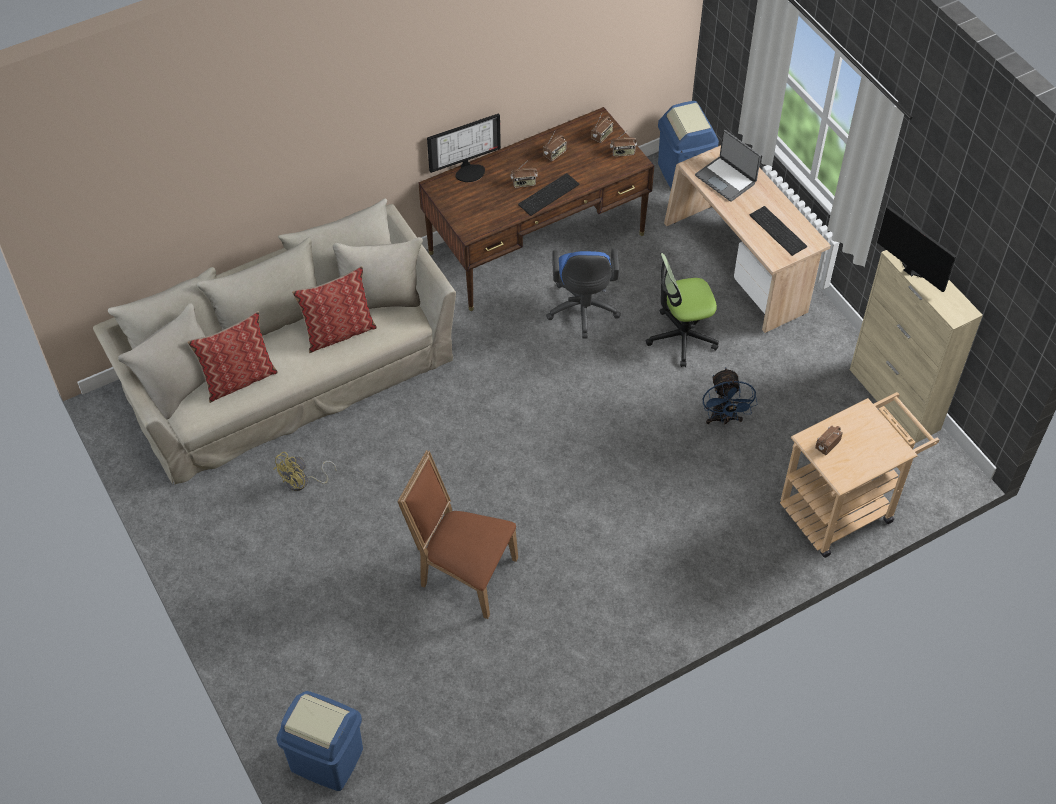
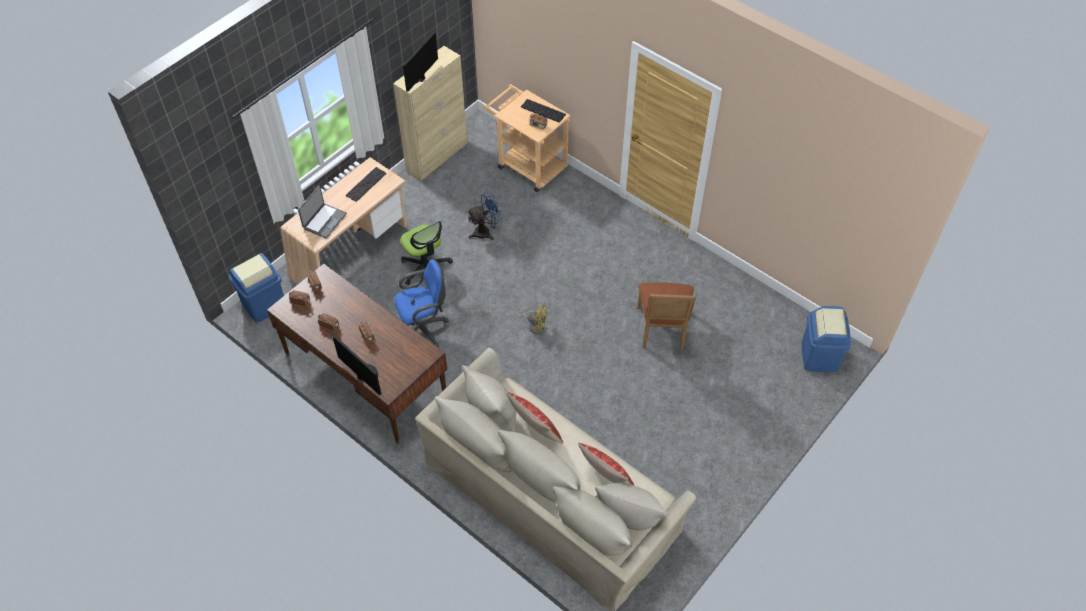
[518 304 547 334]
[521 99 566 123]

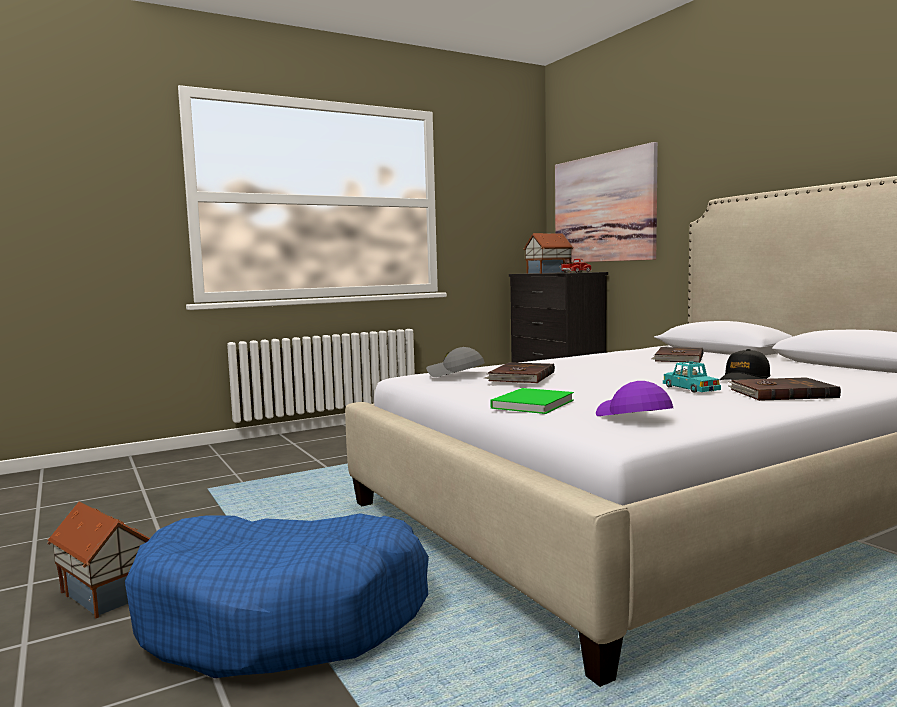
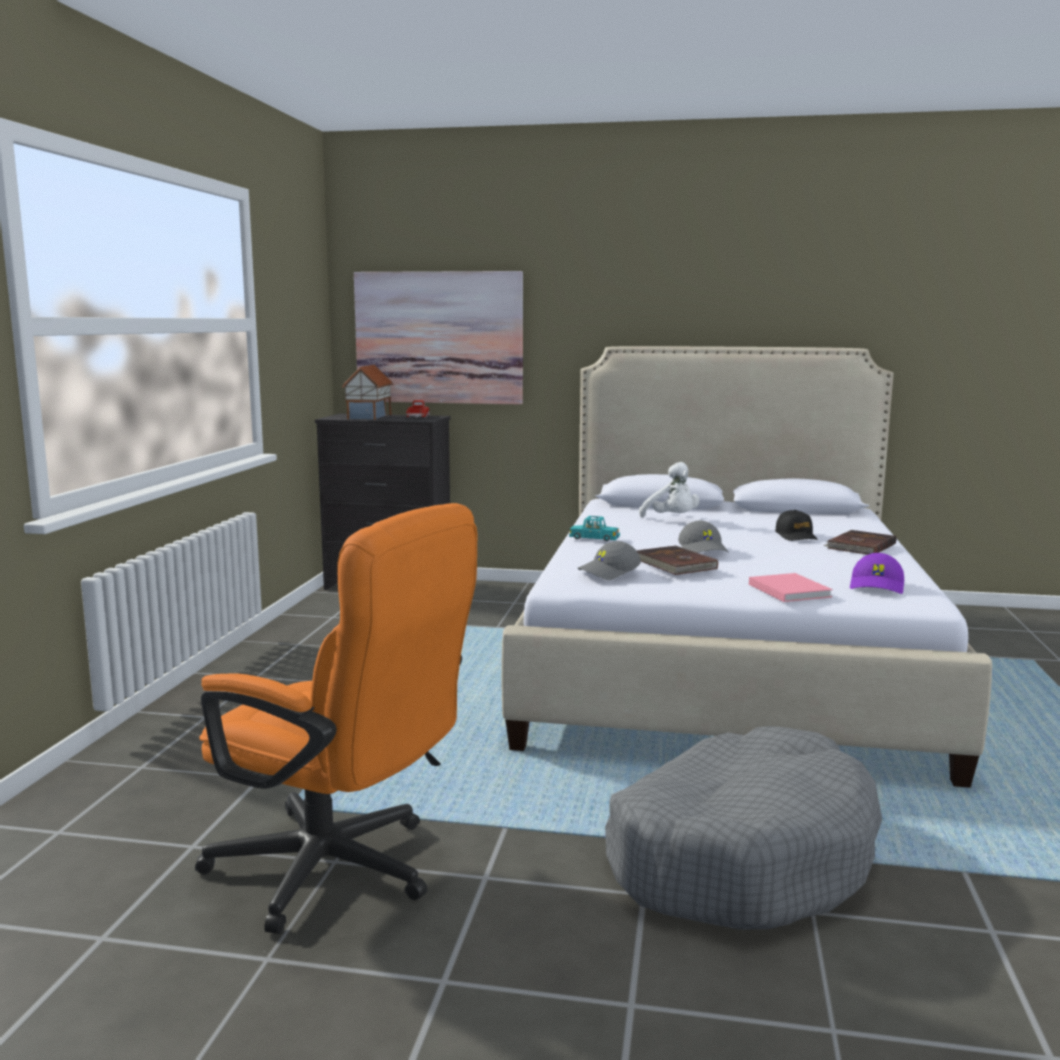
[195 503 477 934]
[569 516 620 541]
[605 726 882 930]
[639 462 700 517]
[678 521 729 553]
[749 573 833 602]
[850 553 904 594]
[47 501 150 618] (first image)

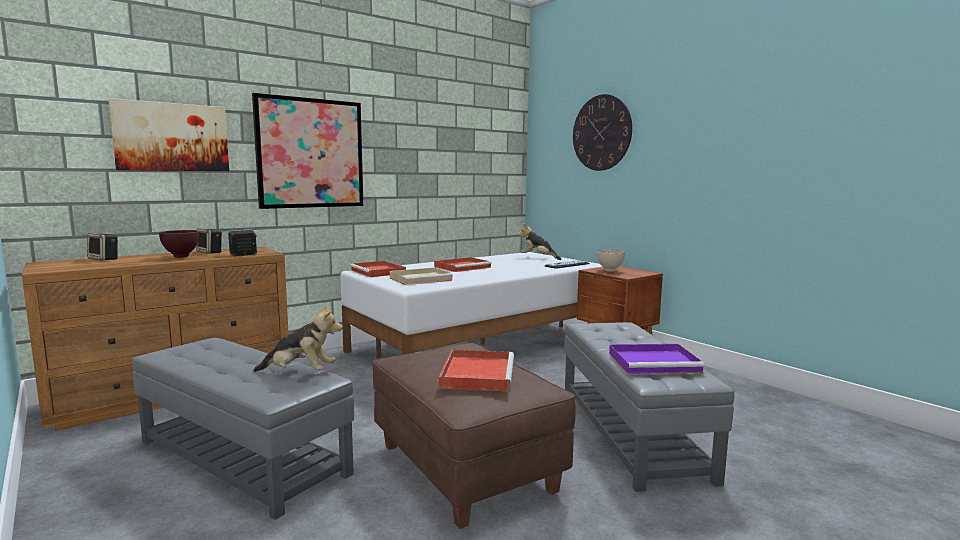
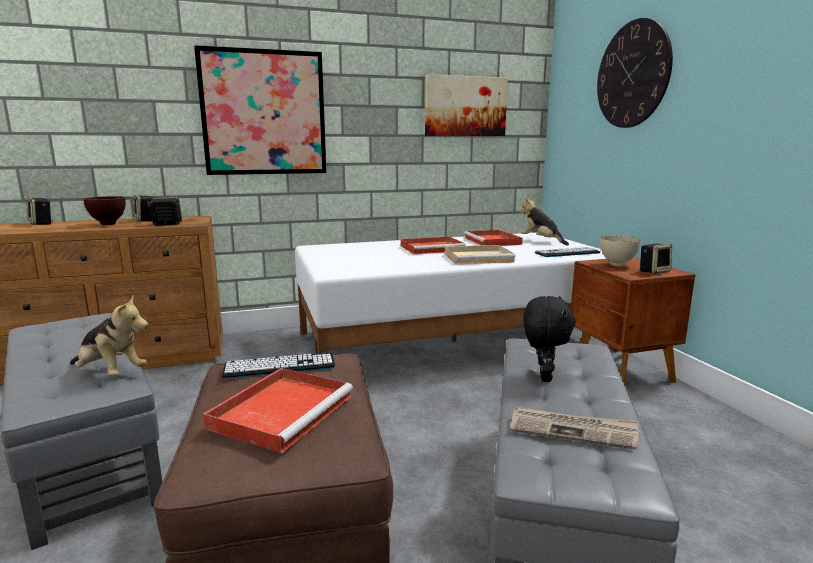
[221 352 335 379]
[425 74 508 136]
[445 245 515 264]
[464 230 523 246]
[510 407 639 450]
[523 296 576 382]
[640 244 672 274]

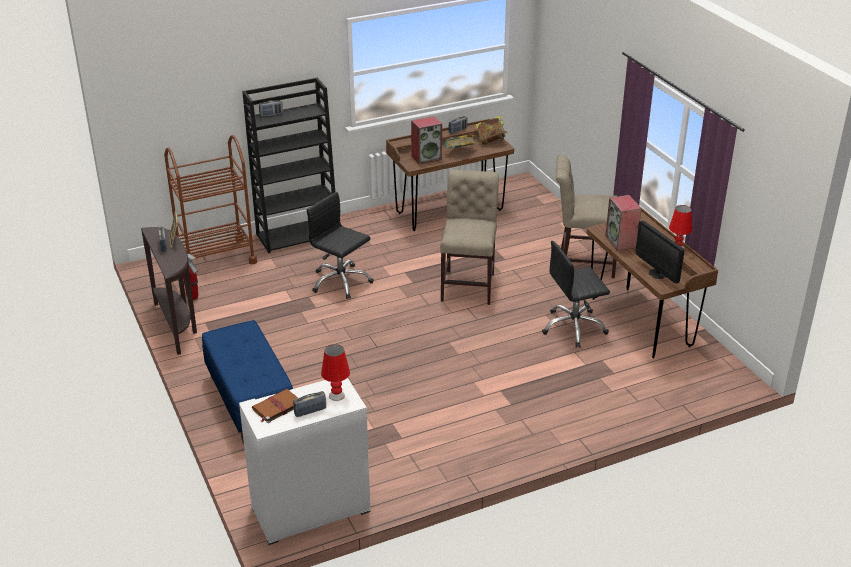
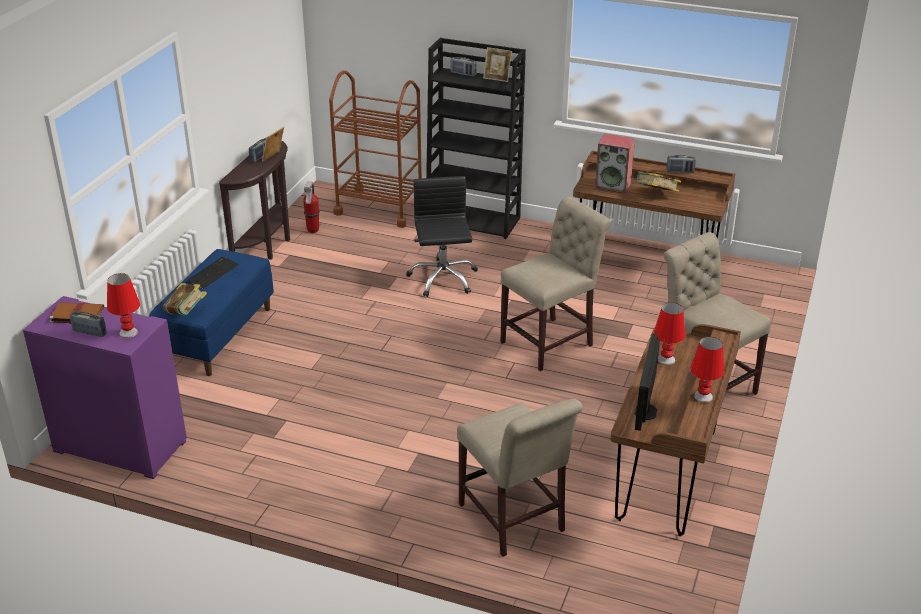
[23 296 187 479]
[163 283 207 315]
[186 257 239 289]
[457 399 583 557]
[483 47 512 82]
[654 302 685 365]
[542 241 610 347] (first image)

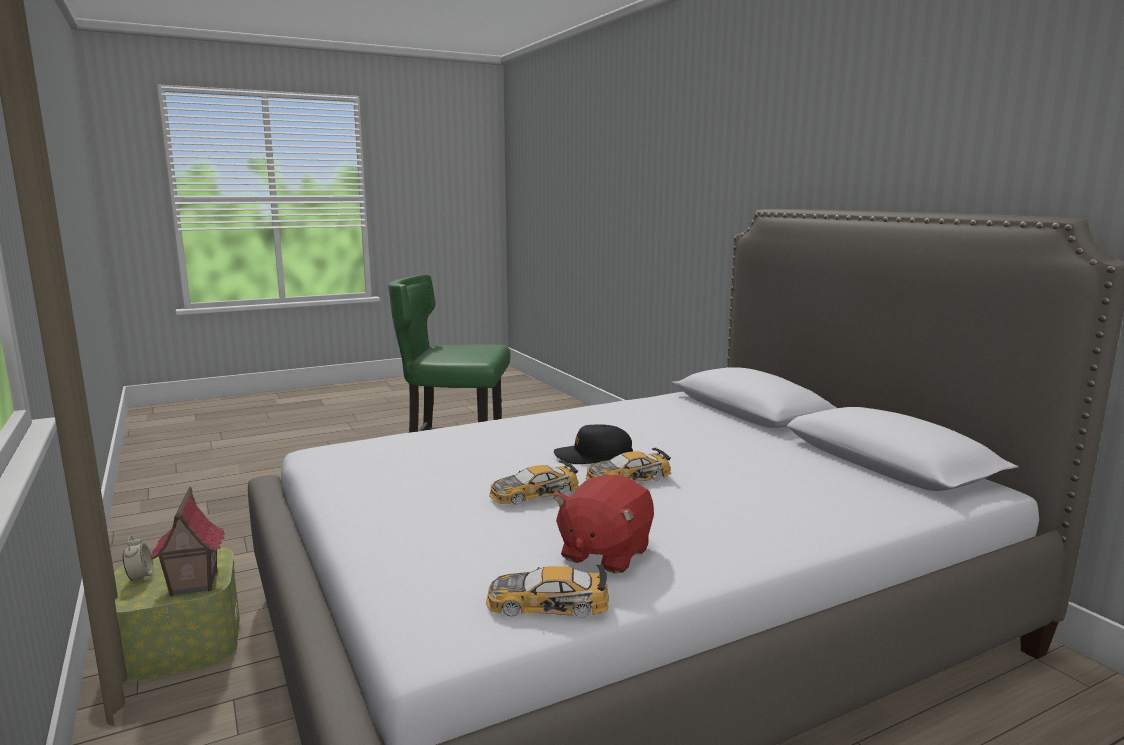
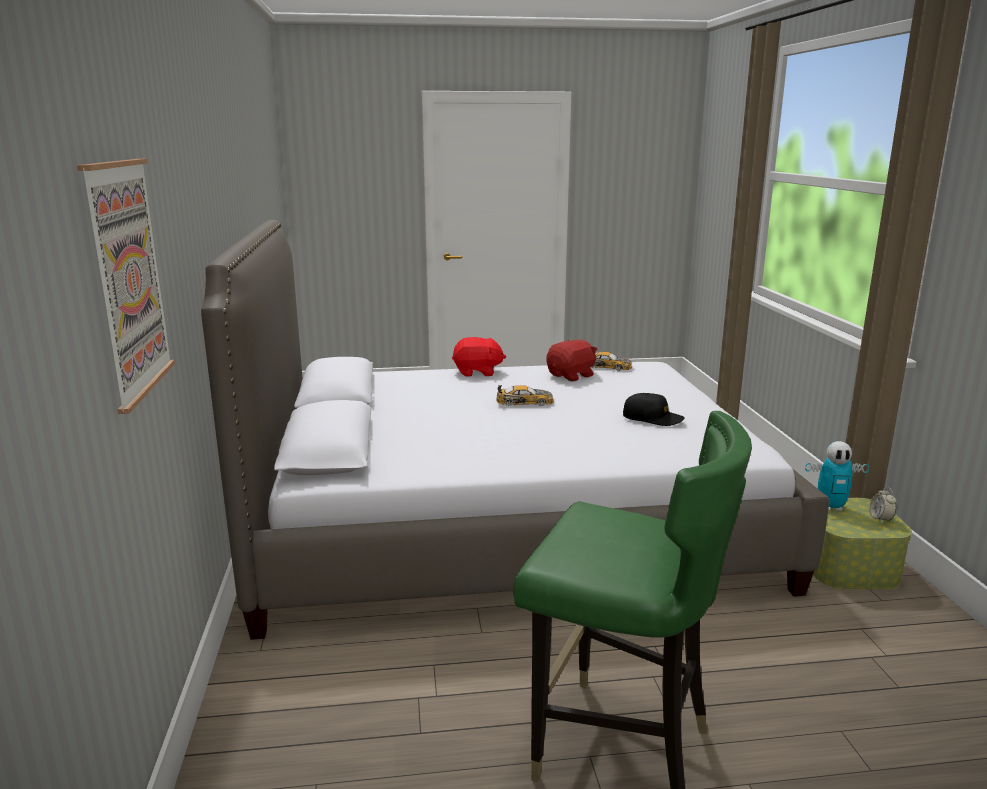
[77 159 175 414]
[452 337 506 377]
[623 393 685 426]
[805 441 869 511]
[489 460 579 505] (first image)

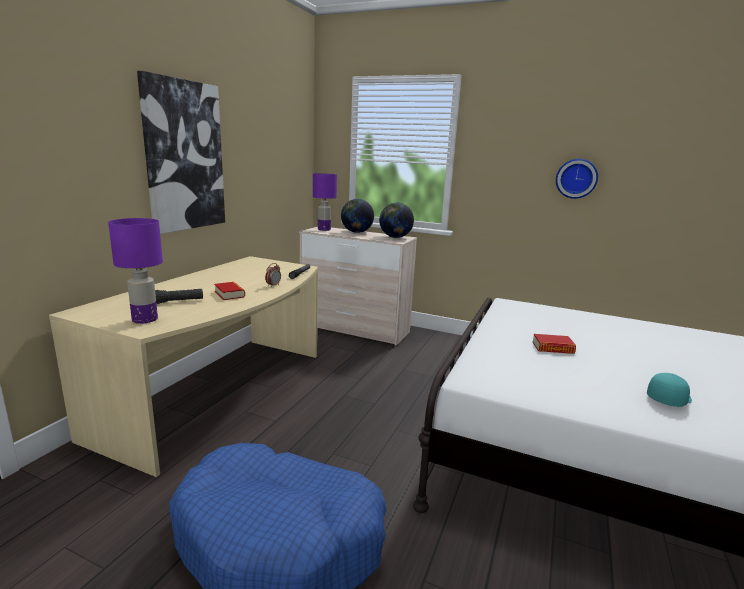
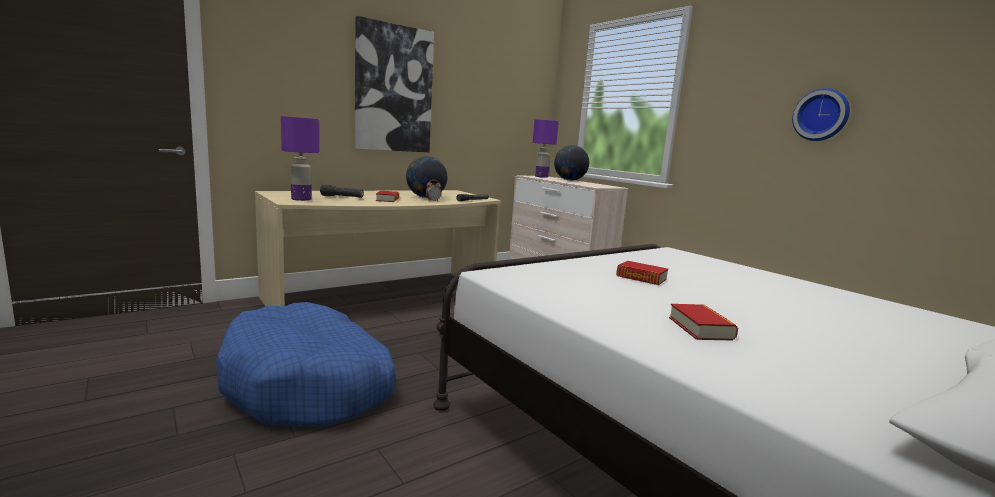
[406 156 447 198]
[669 304 738 341]

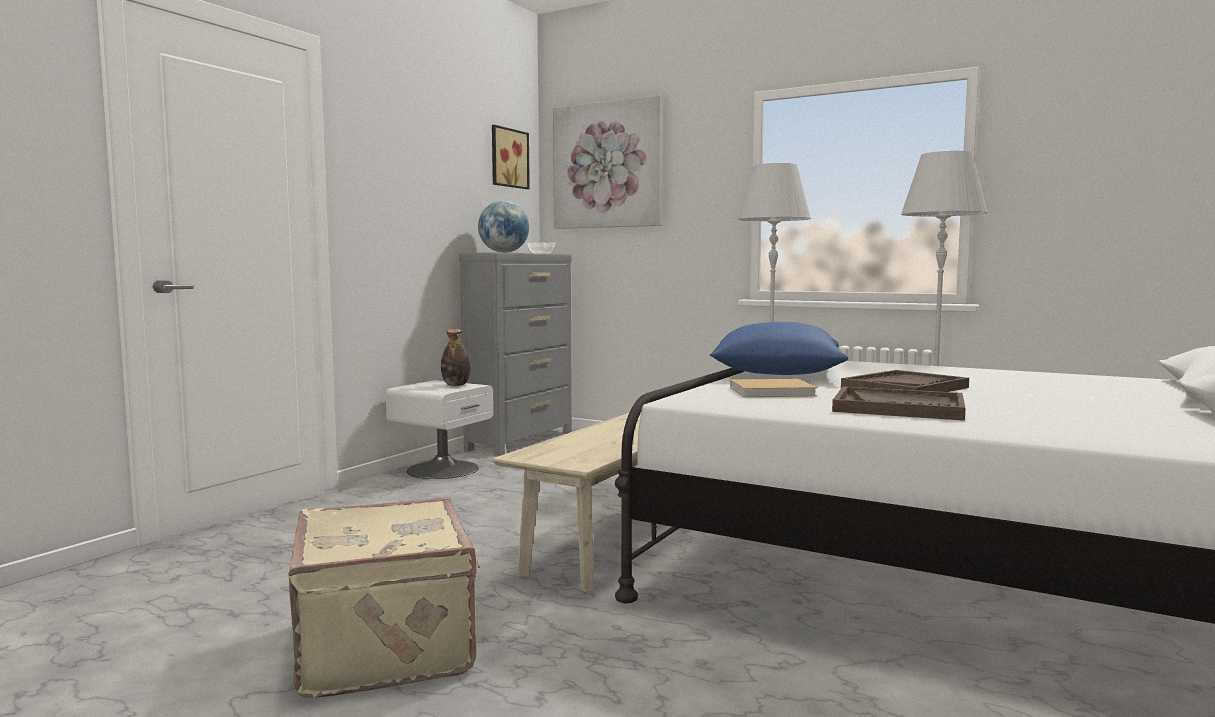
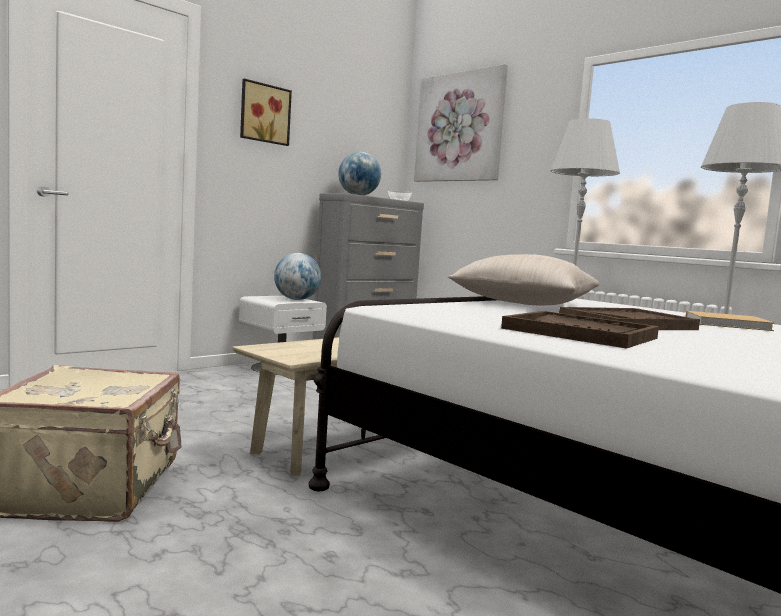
[240 78 292 146]
[274 253 321 300]
[448 254 599 305]
[686 311 775 331]

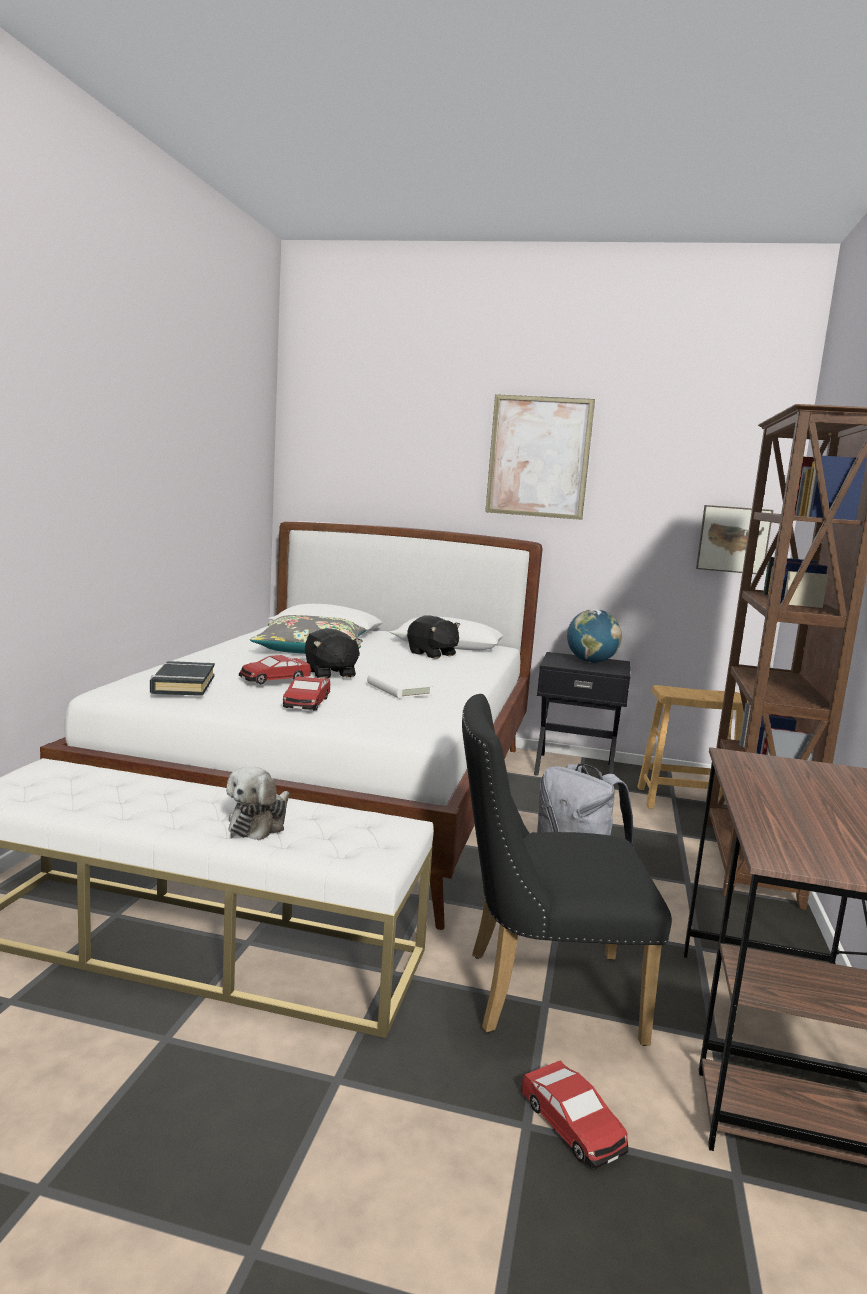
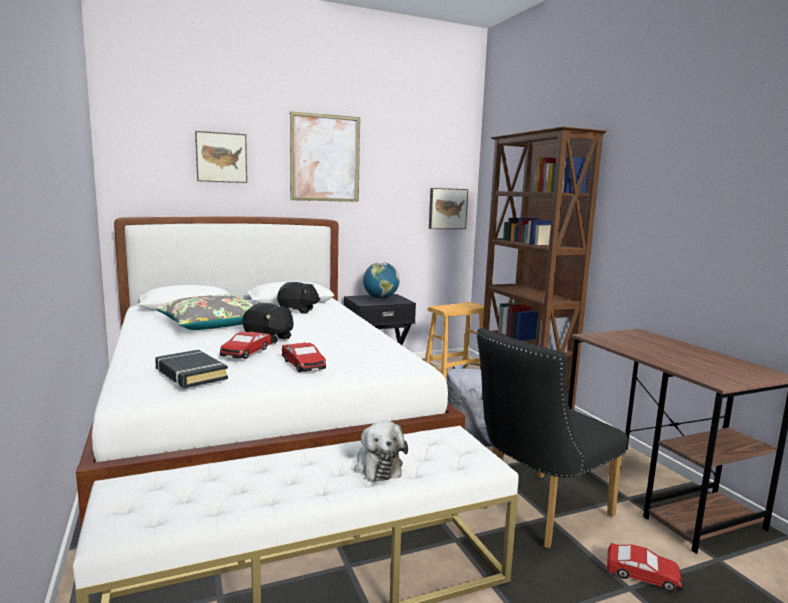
[195 131 247 183]
[367 672 433 698] (first image)

